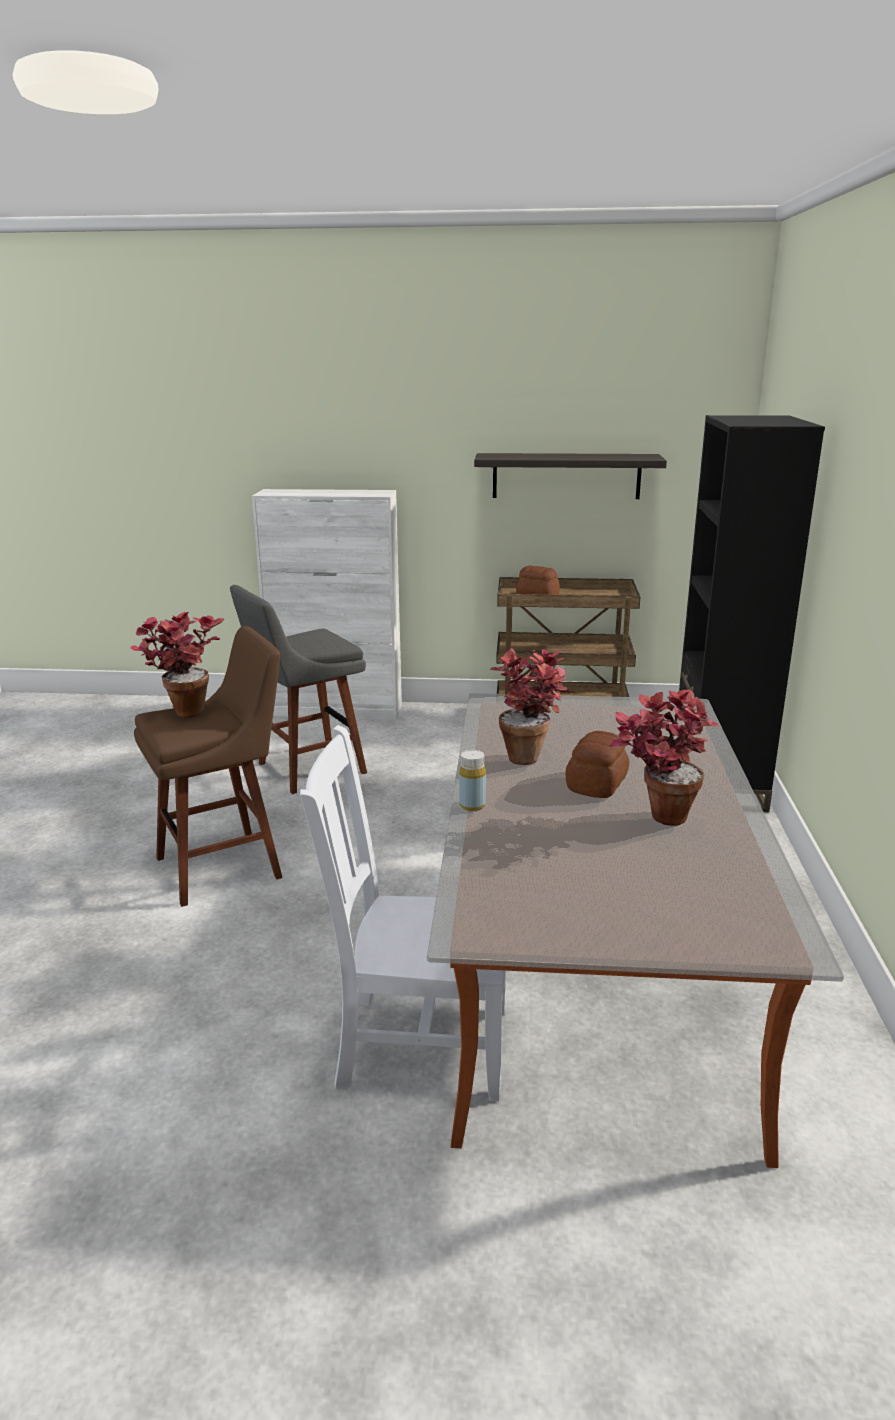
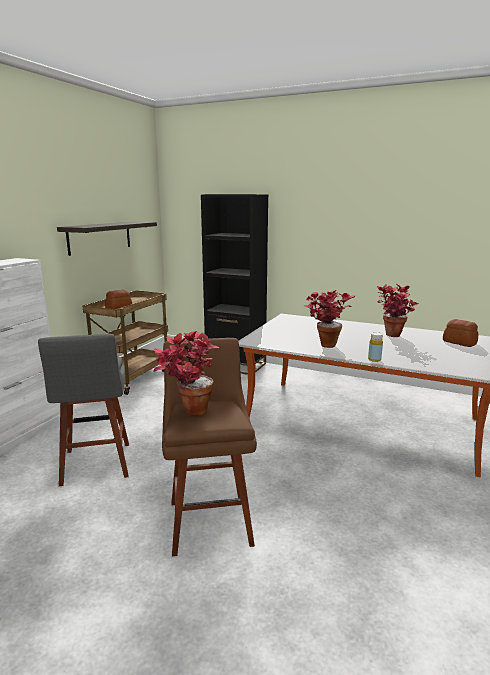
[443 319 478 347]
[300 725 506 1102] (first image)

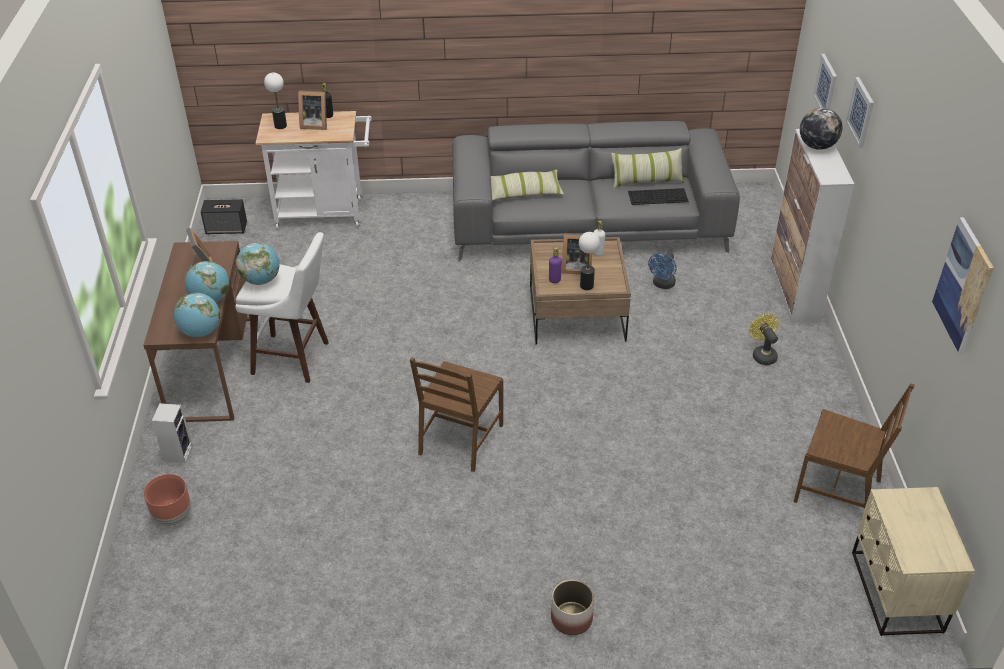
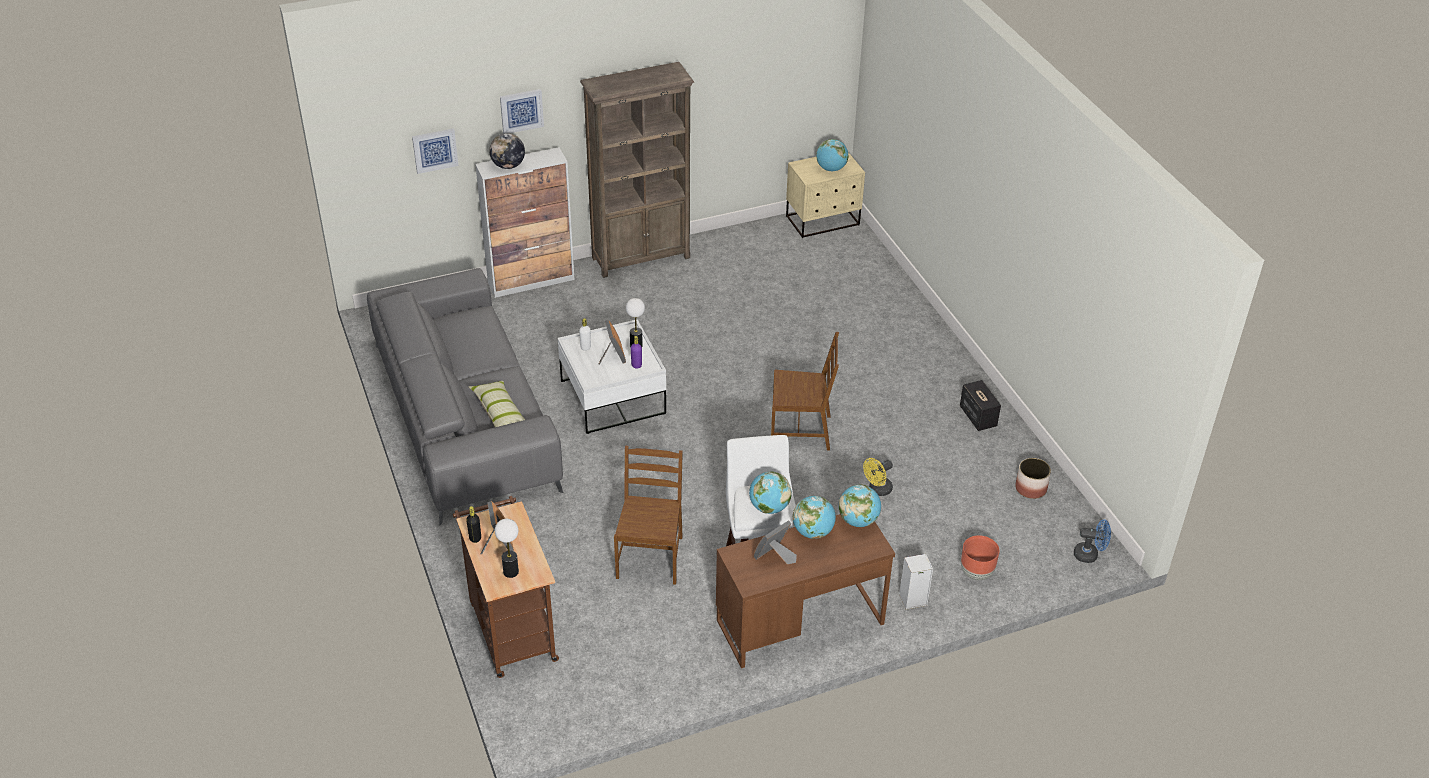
[453 496 559 678]
[558 319 666 434]
[580 62 694 278]
[614 445 683 585]
[816 139 849 171]
[863 458 893 496]
[960 380 1001 431]
[1015 458 1051 499]
[1074 519 1111 563]
[611 148 684 189] (first image)
[628 188 689 205] (first image)
[932 217 994 354] (first image)

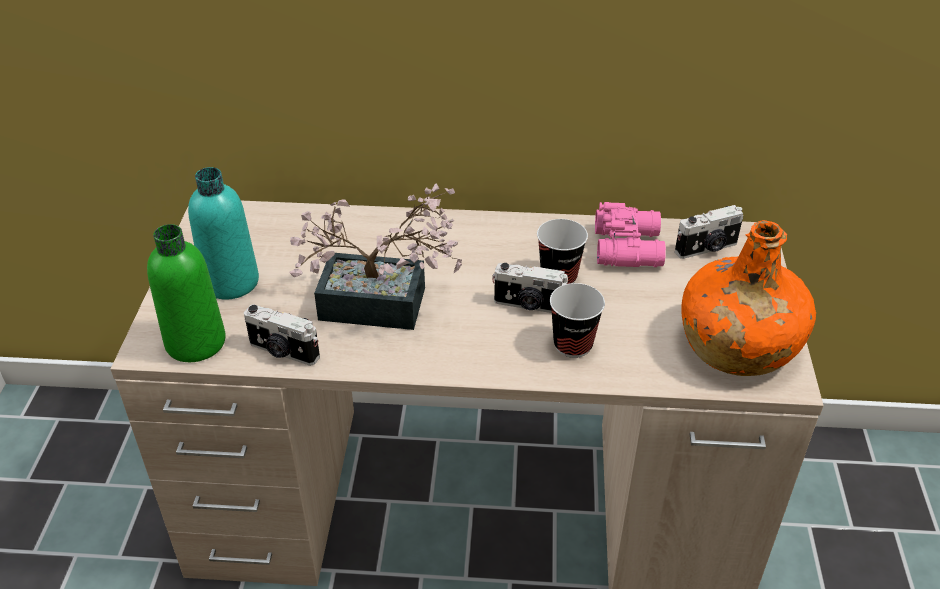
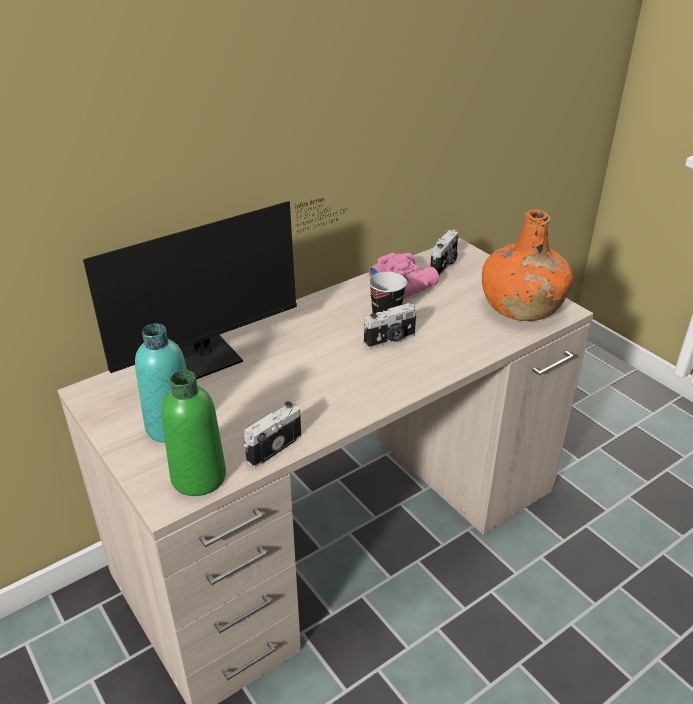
[83 198 344 380]
[244 401 301 468]
[290 183 462 330] (first image)
[550 283 605 358] (first image)

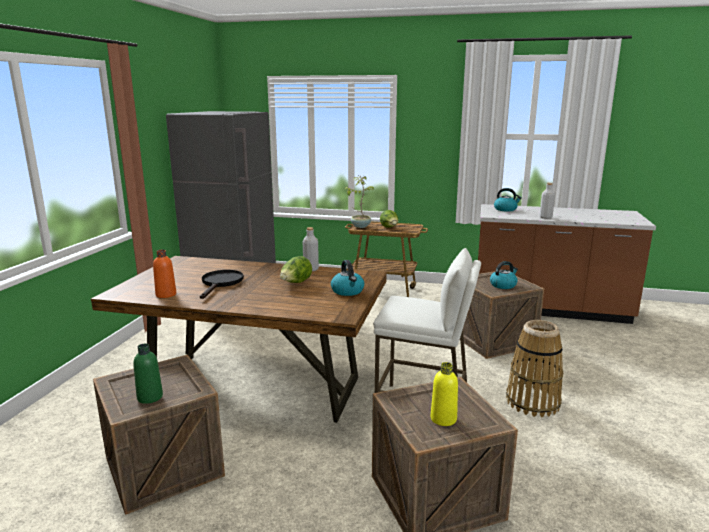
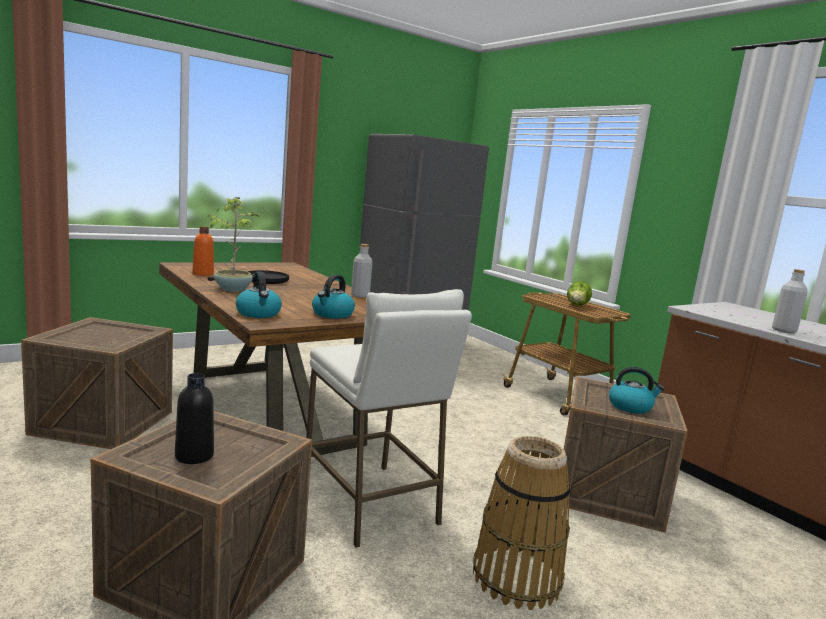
[175 373 214 464]
[208 197 259 292]
[236 272 282 318]
[133 344 163 404] (first image)
[280 256 312 283] (first image)

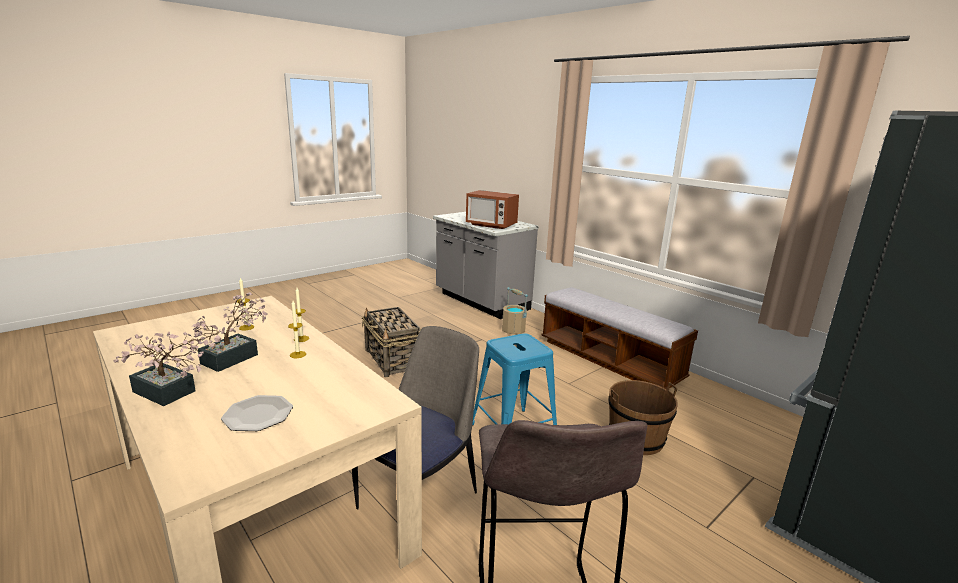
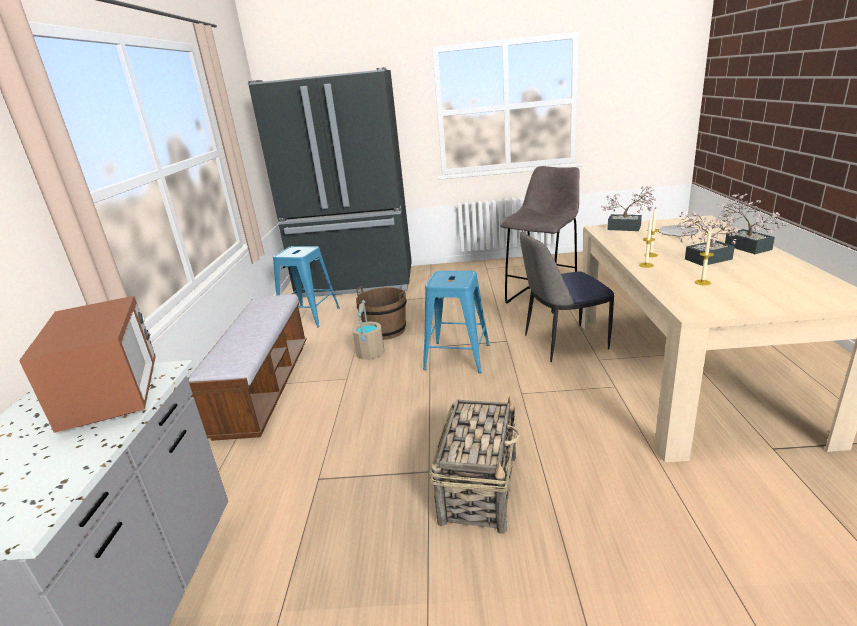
[273 246 340 327]
[352 300 384 360]
[601 186 657 231]

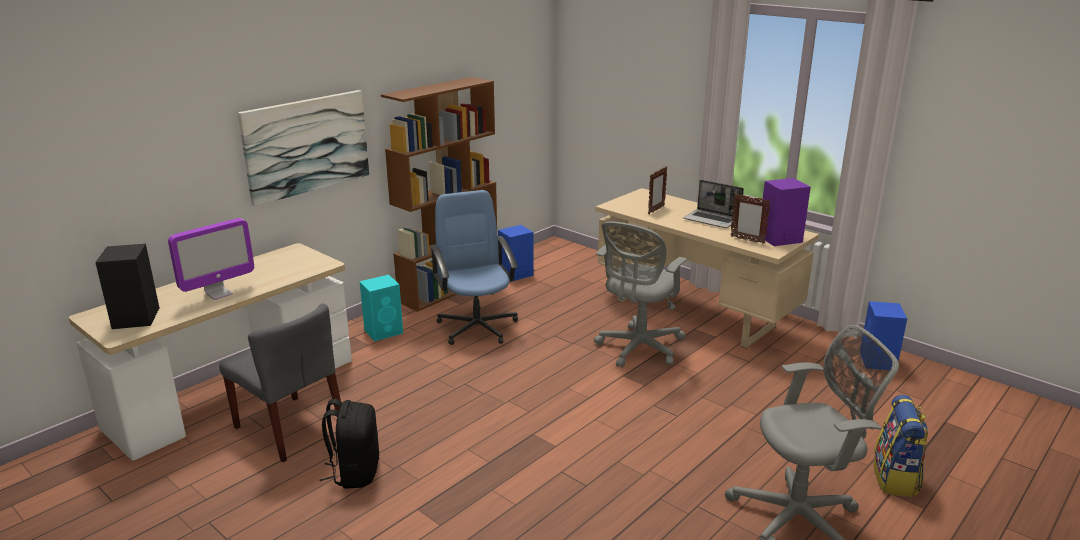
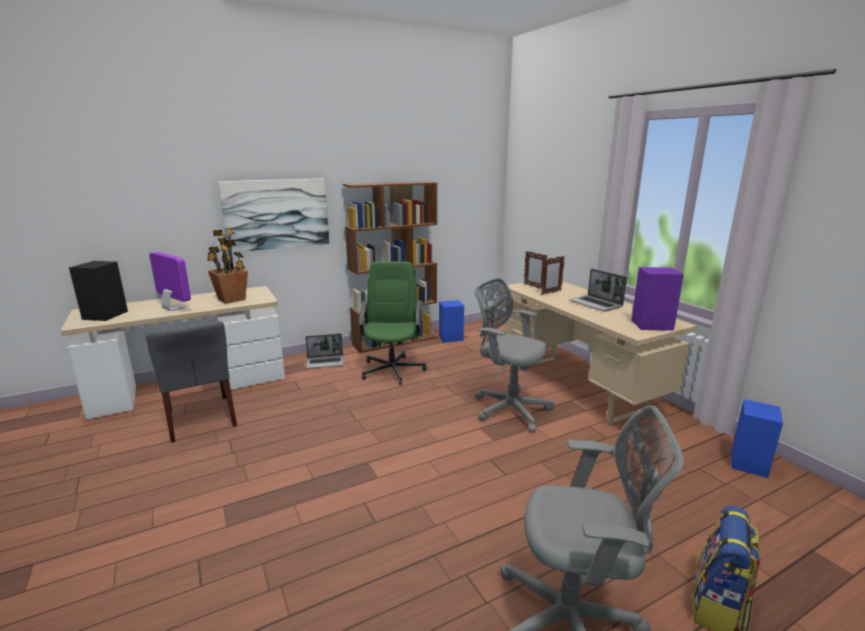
[149 252 191 311]
[208 228 248 304]
[305 334 344 368]
[358 262 427 385]
[474 278 555 433]
[524 251 548 288]
[319 399 379 489] (first image)

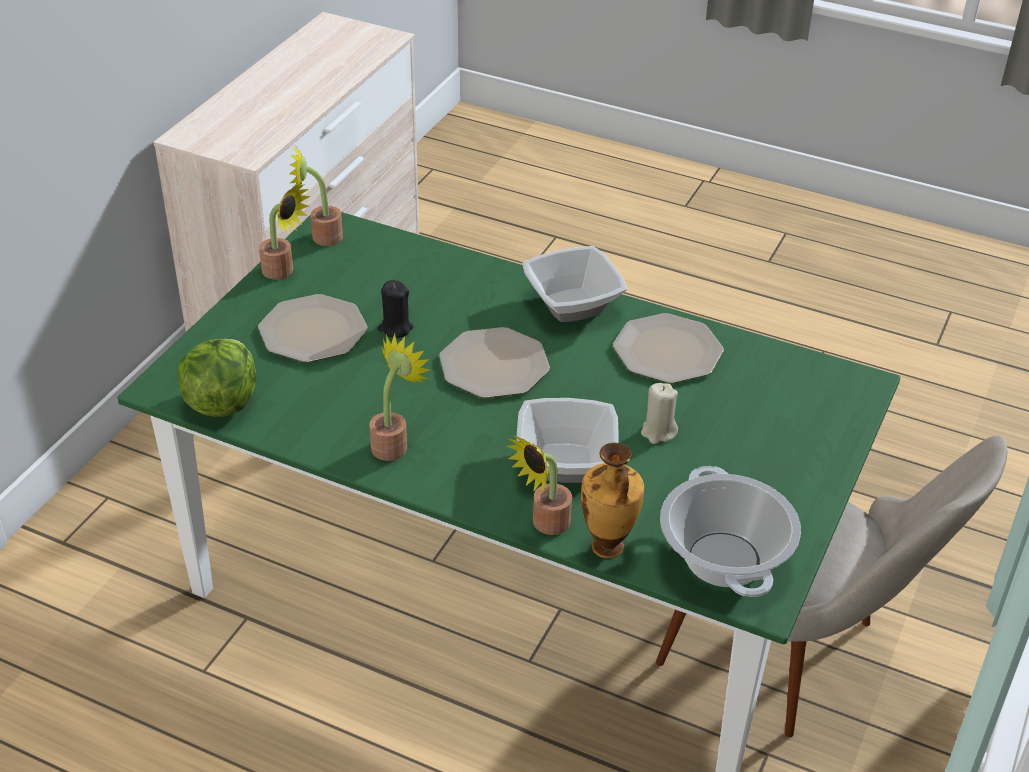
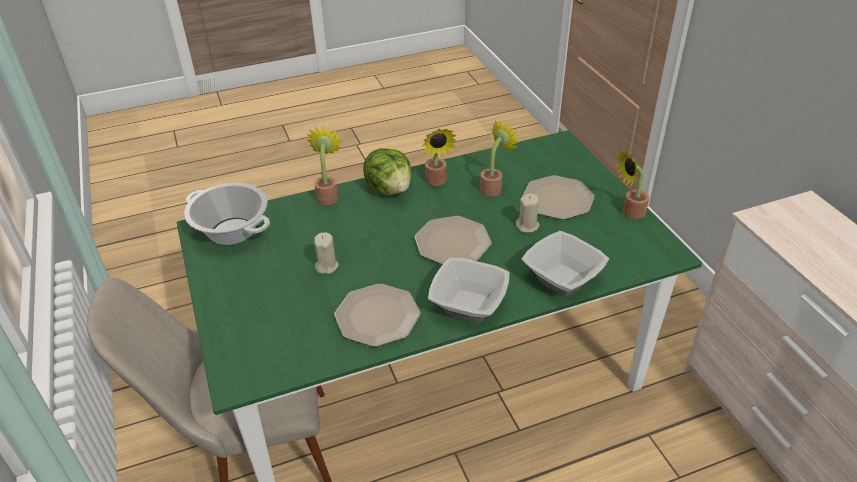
[363 148 412 195]
[480 119 520 197]
[516 194 540 233]
[522 231 609 296]
[581 443 644 558] (first image)

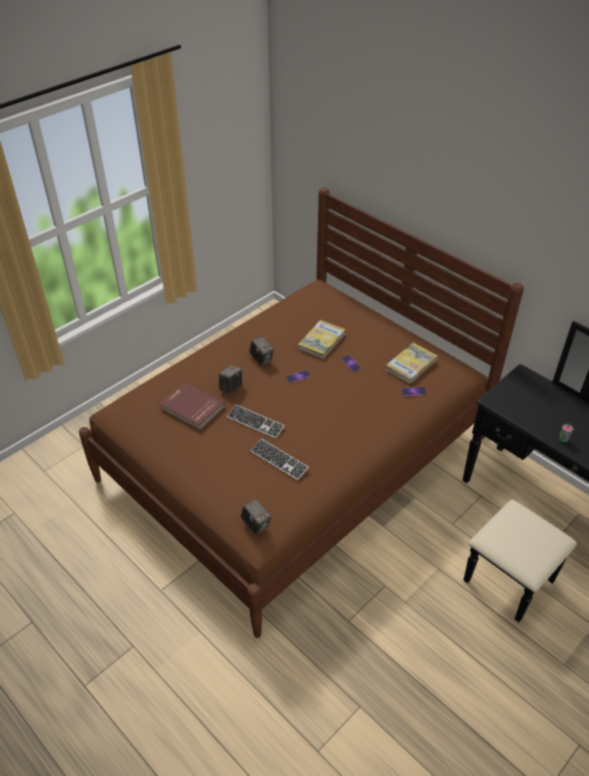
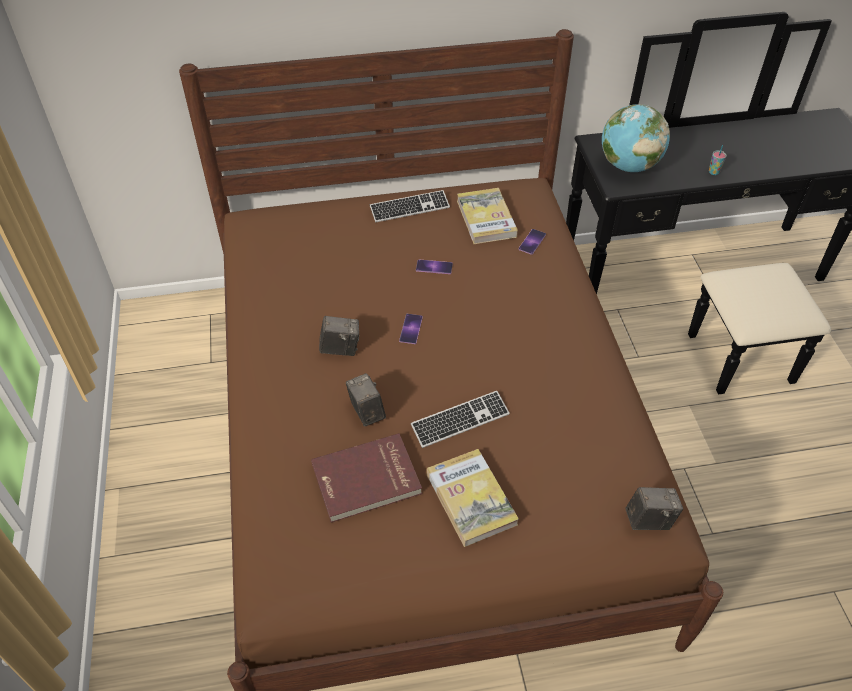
[370 190 450 222]
[427 449 519 547]
[602 104 670 172]

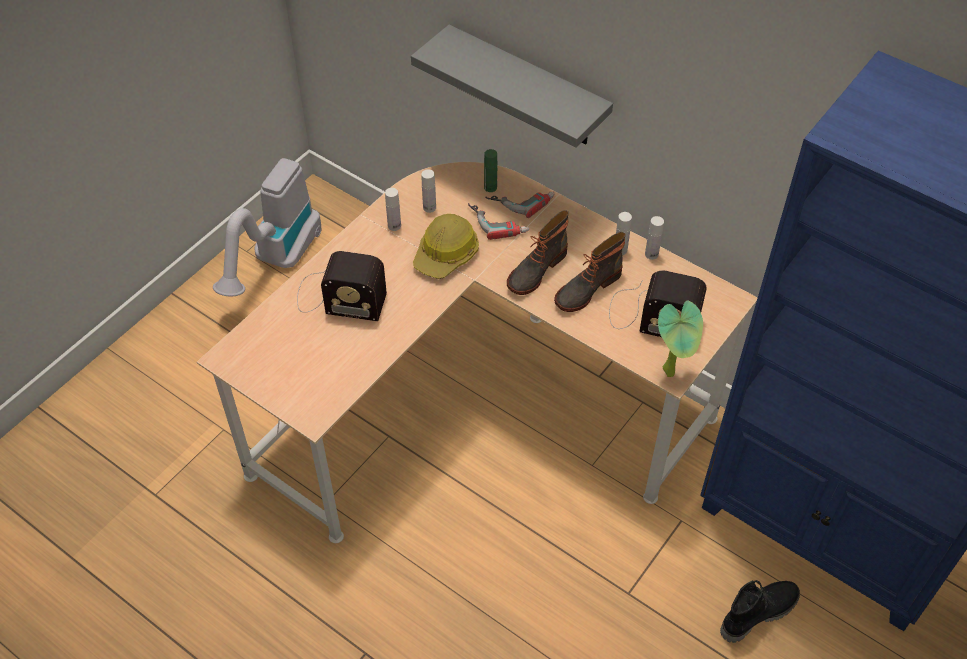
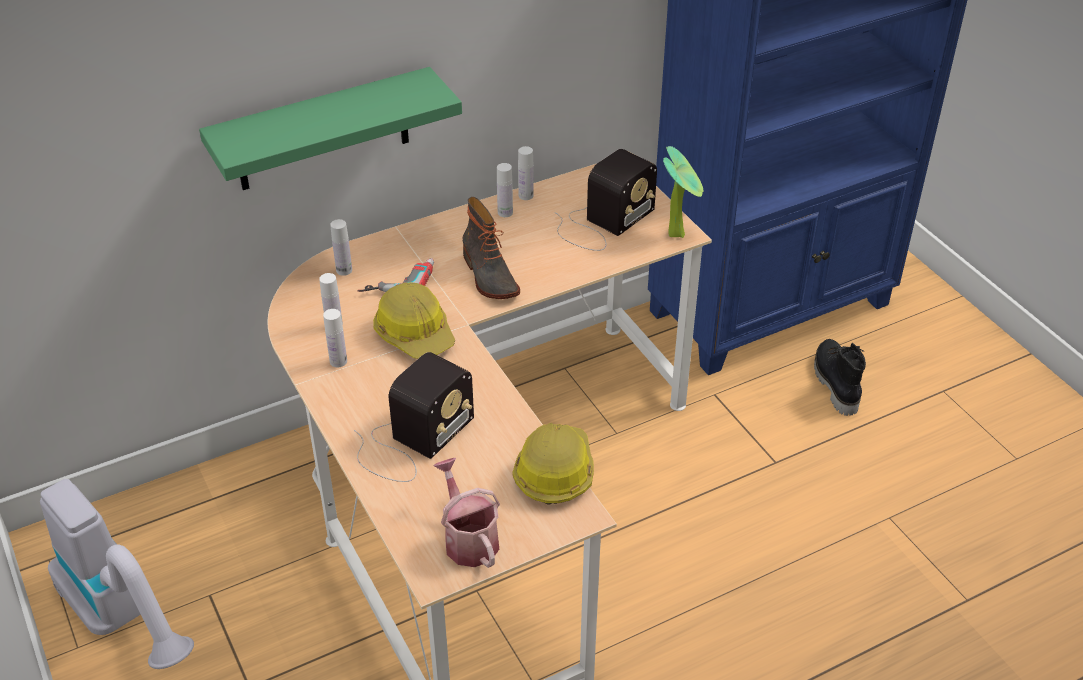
[199 67 462 190]
[330 219 352 276]
[433 458 500 568]
[512 423 594 505]
[485 192 555 218] (first image)
[554 232 626 312] (first image)

